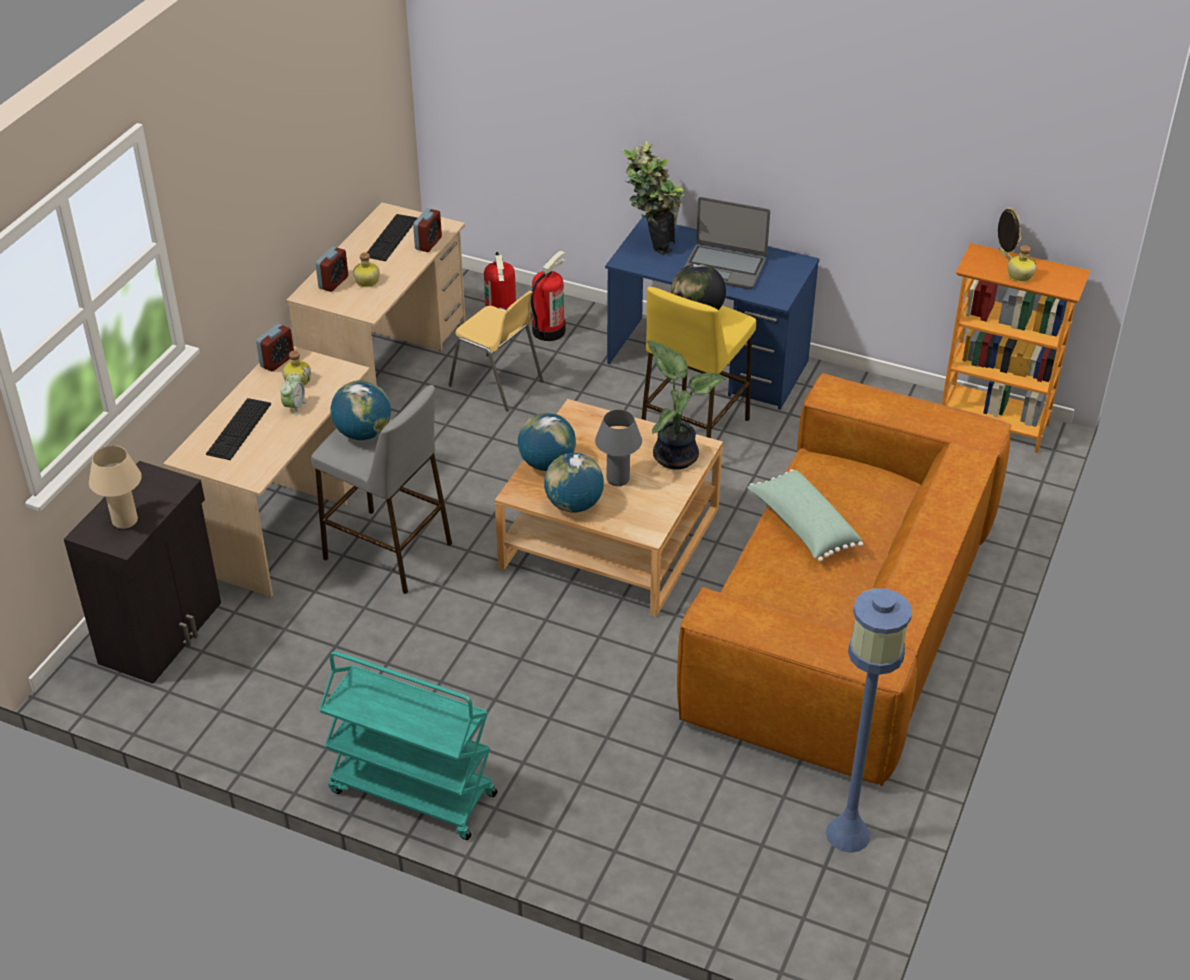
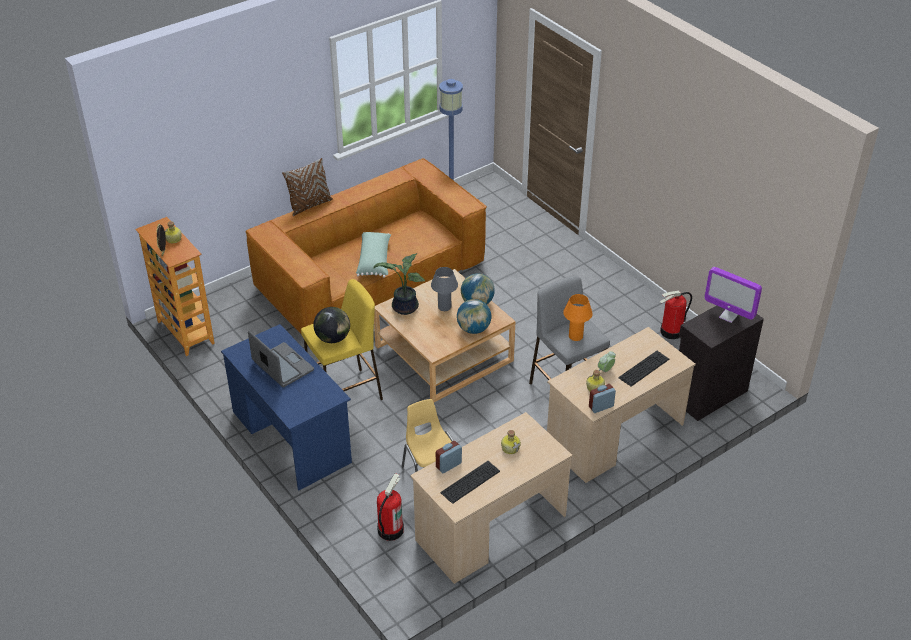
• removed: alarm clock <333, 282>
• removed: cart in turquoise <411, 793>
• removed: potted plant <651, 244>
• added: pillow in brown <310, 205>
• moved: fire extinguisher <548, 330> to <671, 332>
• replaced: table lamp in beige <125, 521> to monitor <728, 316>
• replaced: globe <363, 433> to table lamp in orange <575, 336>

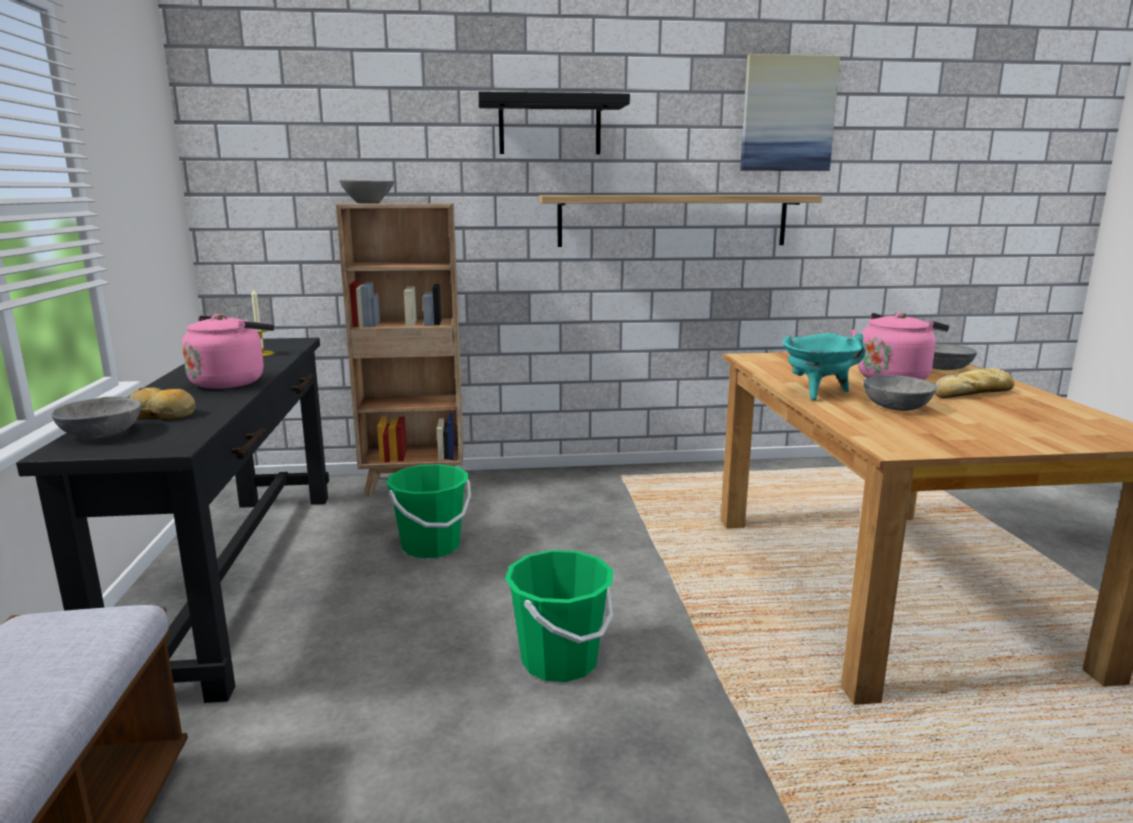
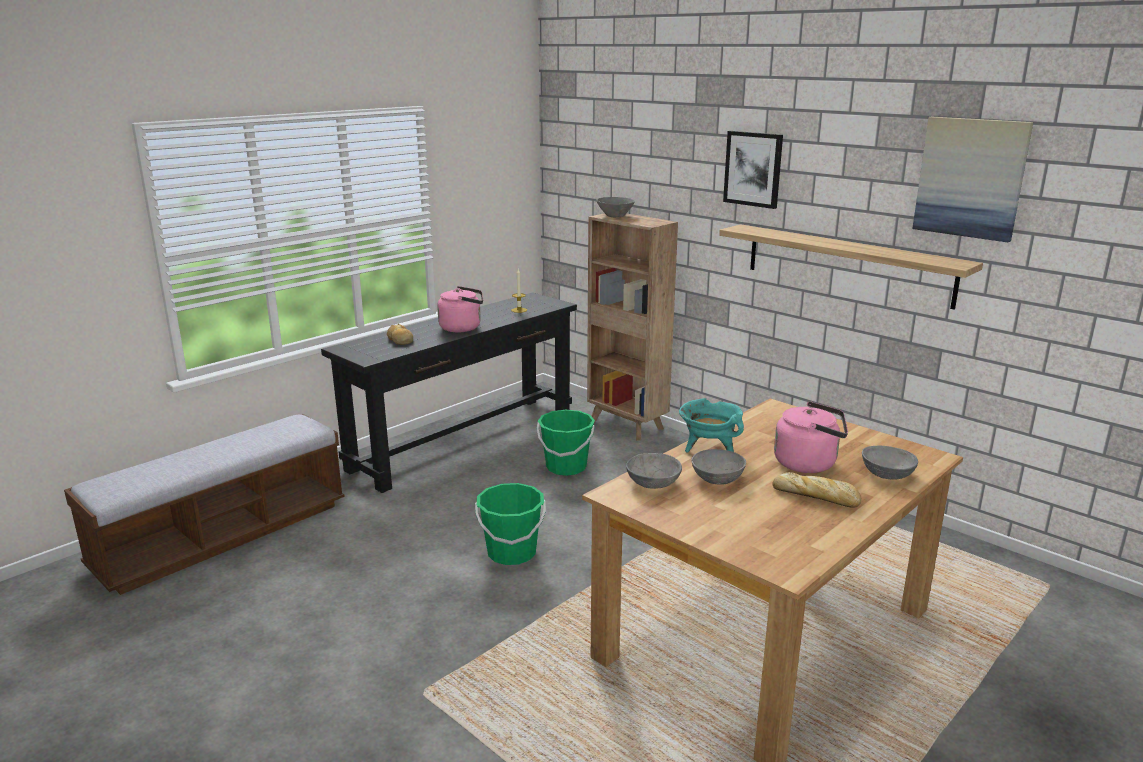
• moved: bowl in grey <101, 434> to <652, 483>
• replaced: shelf in black <550, 126> to picture <753, 169>

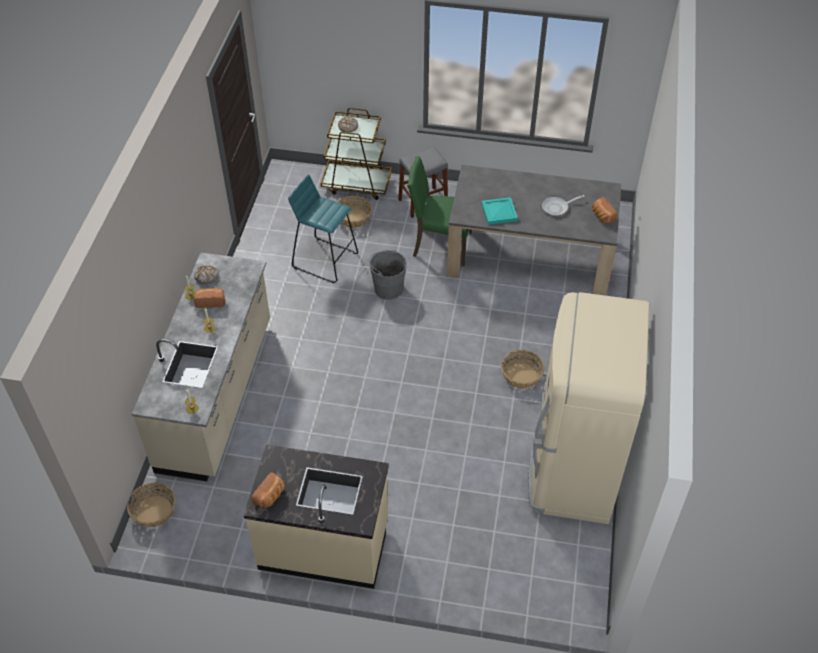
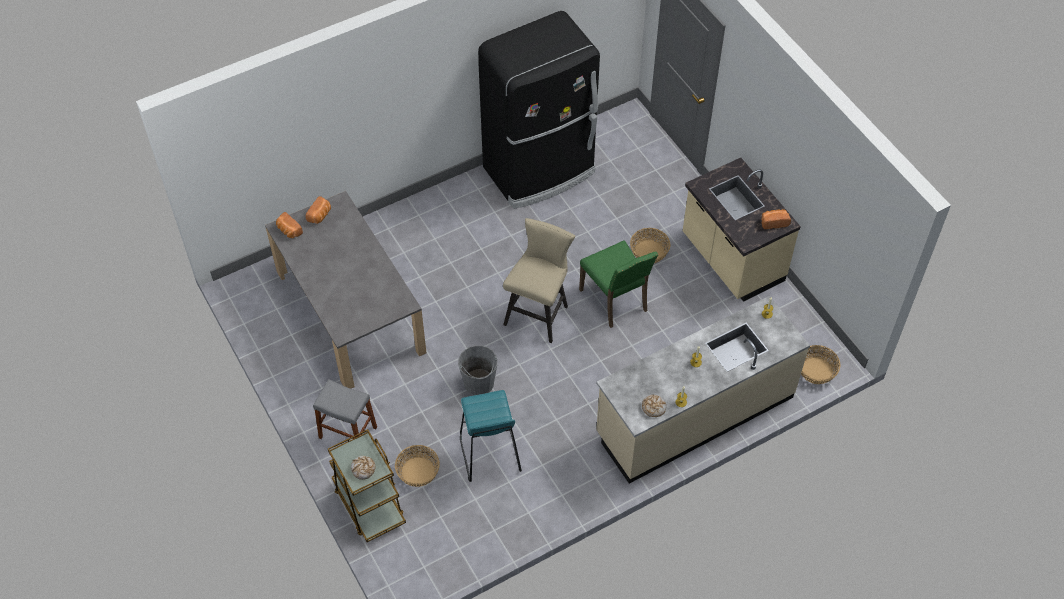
• removed: tray in turquoise <499, 212>
• removed: frying pan <557, 208>
• added: stool in beige <539, 313>
• moved: bread <211, 301> to <288, 231>
• moved: chair in green <440, 245> to <615, 300>
• moved: basket <521, 376> to <649, 252>
• recoloured: fridge in beige <571, 470> to fridge in black <540, 171>

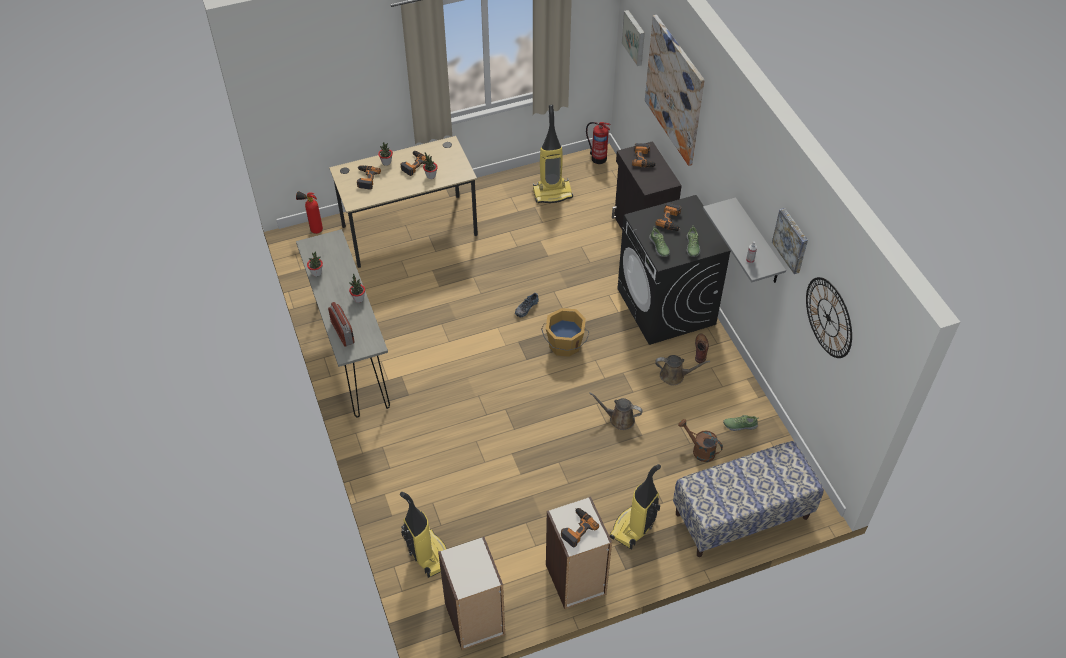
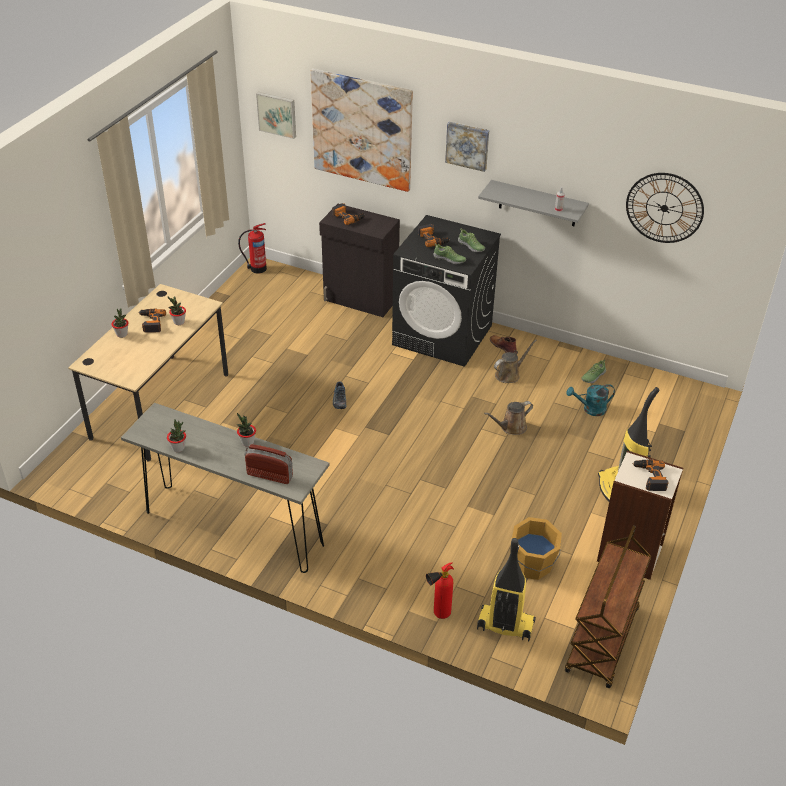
• removed: power drill <366, 179>
• removed: vacuum cleaner <552, 193>
• removed: bench <741, 516>
• moved: fire extinguisher <314, 230> to <438, 615>
• moved: bucket in orange <564, 345> to <532, 565>
• moved: picture <792, 240> to <467, 145>
• replaced: bookcase <475, 620> to cart in brown <602, 641>
• recoloured: watering can in brown <699, 450> to watering can in turquoise <590, 409>

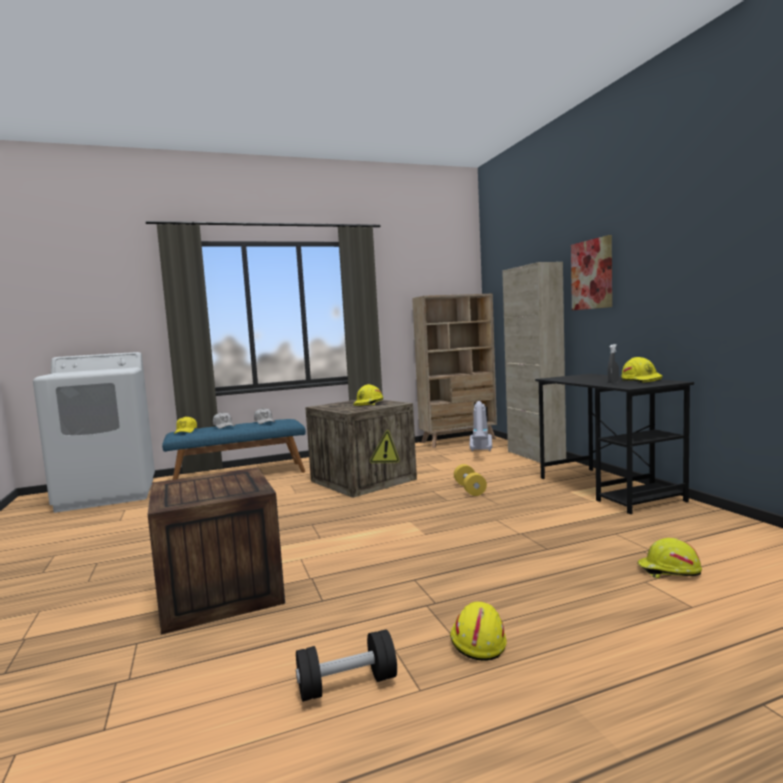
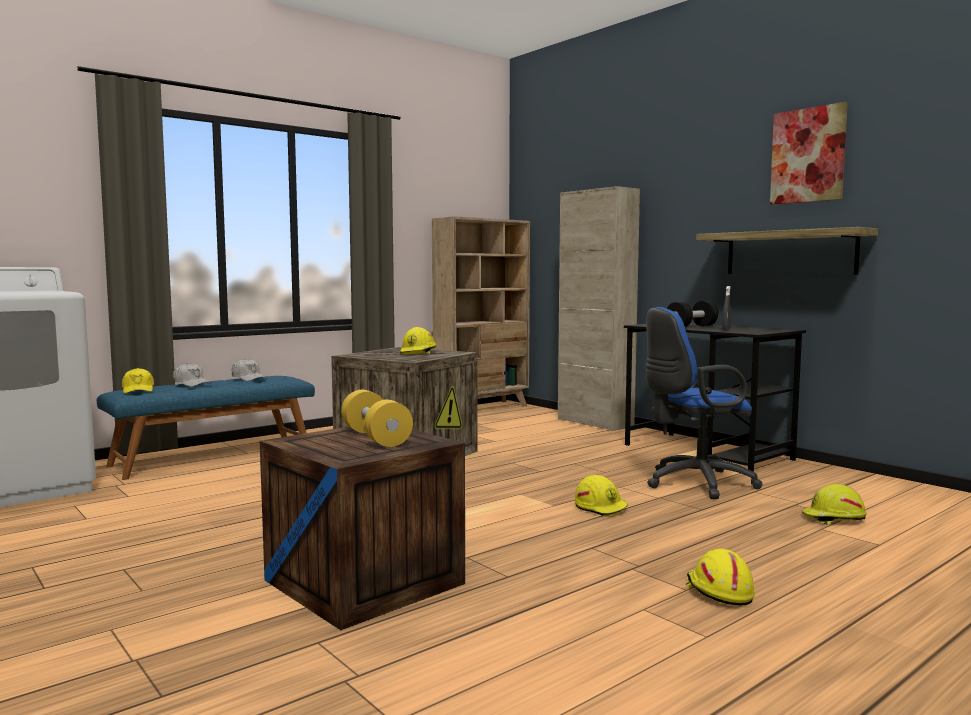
• removed: vacuum cleaner <481, 451>
• added: office chair in blue <694, 483>
• added: shelf <790, 253>
• moved: dumbbell in black <347, 685> to <691, 326>
• moved: dumbbell in yellow <470, 489> to <376, 438>
• moved: picture <592, 274> to <808, 155>
• moved: hard hat in yellow <641, 380> to <601, 507>

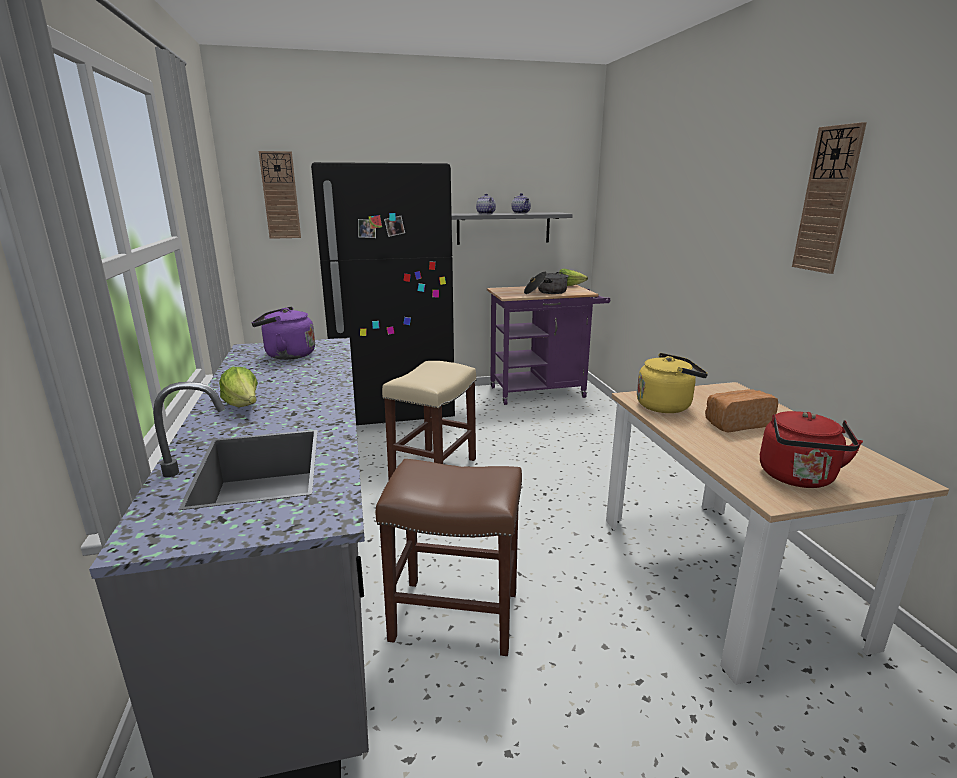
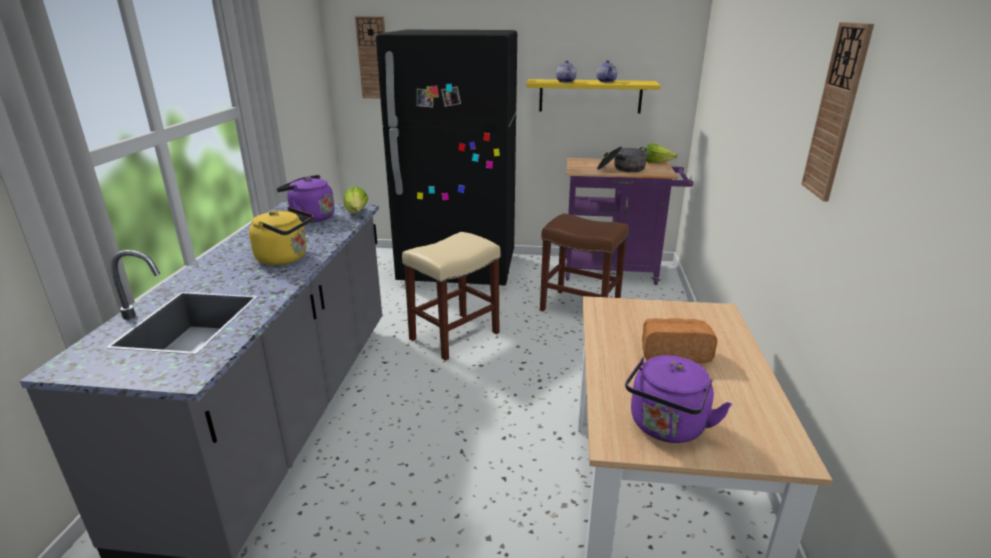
• moved: lettuce <244, 406> to <357, 213>
• moved: stool in brown <457, 615> to <581, 307>
• moved: kettle in yellow <666, 406> to <285, 258>
• recoloured: shelf in grey <503, 228> to shelf in yellow <590, 96>
• recoloured: kettle in red <798, 478> to kettle in purple <666, 428>

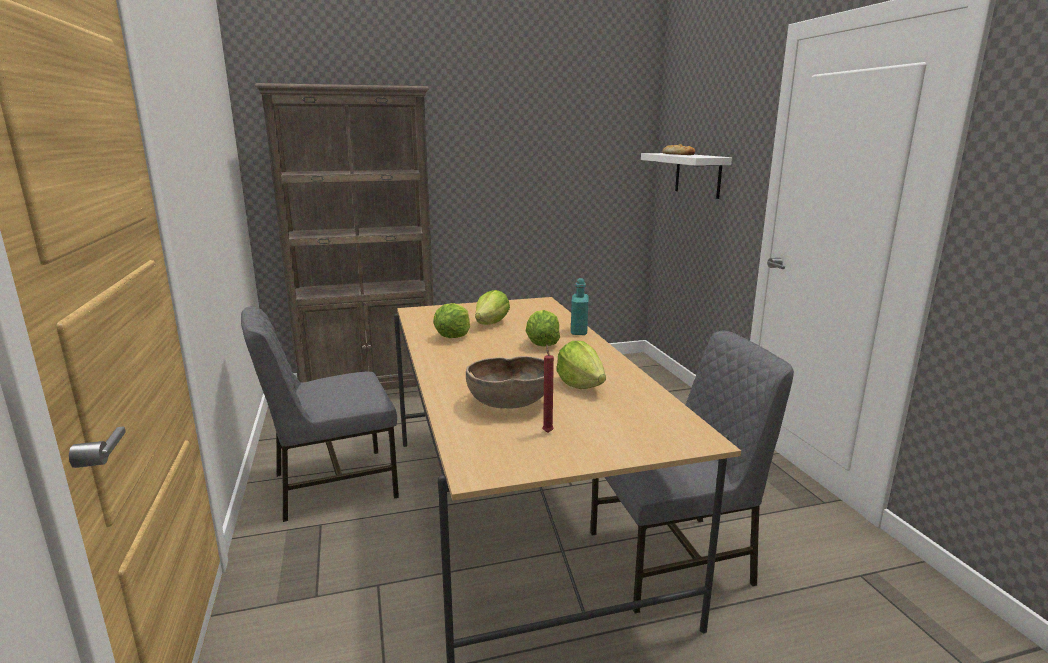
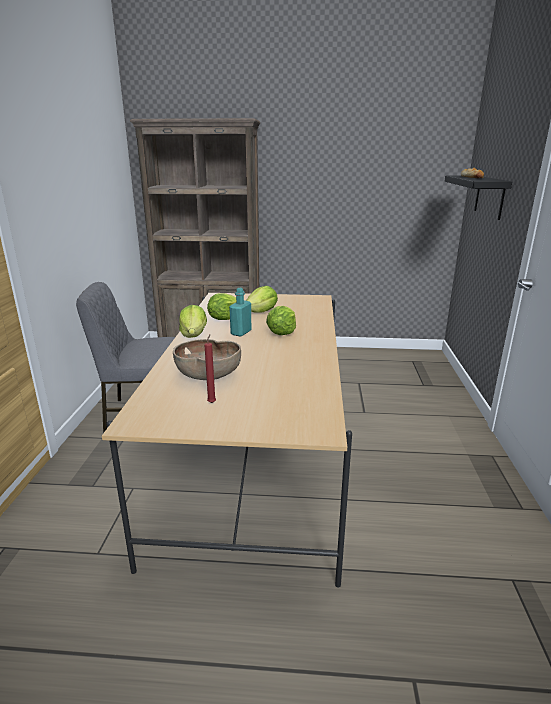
• removed: chair in grey <673, 559>
• moved: lettuce <580, 384> to <194, 335>
• moved: bottle in turquoise <579, 331> to <241, 332>
• recoloured: shelf in white <698, 175> to shelf in black <489, 196>

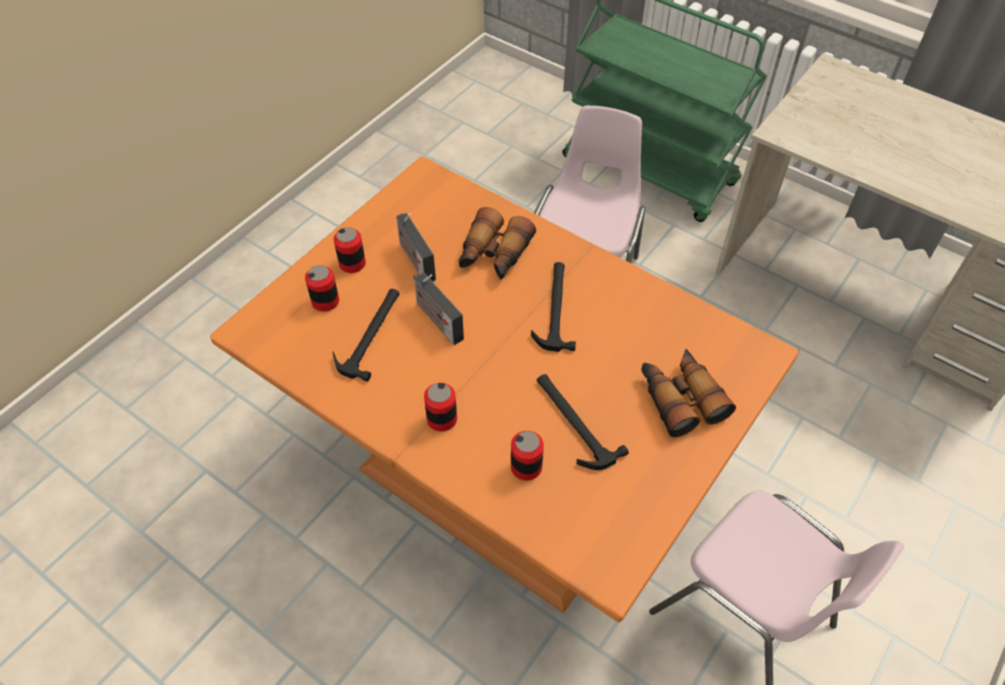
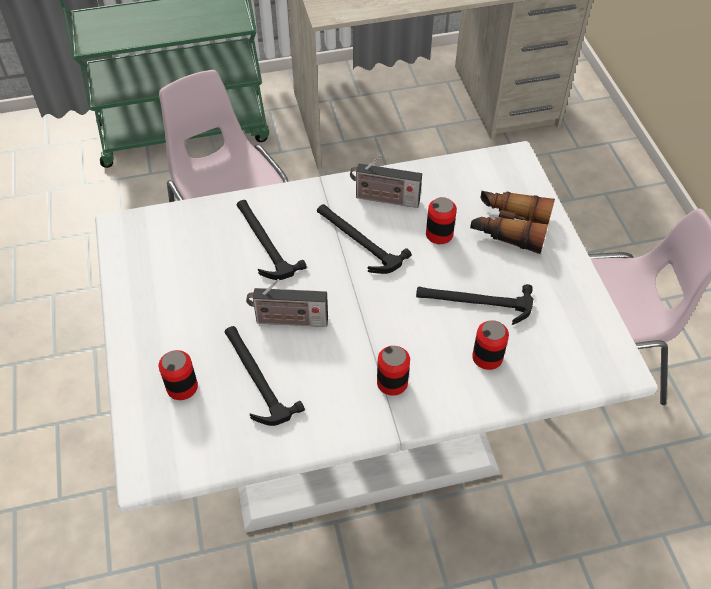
• moved: can <352, 264> to <439, 234>
• moved: radio <415, 259> to <384, 199>
• replaced: binoculars <493, 255> to hammer <263, 241>
• recoloured: dining table in orange <502, 480> to dining table in white <355, 433>

